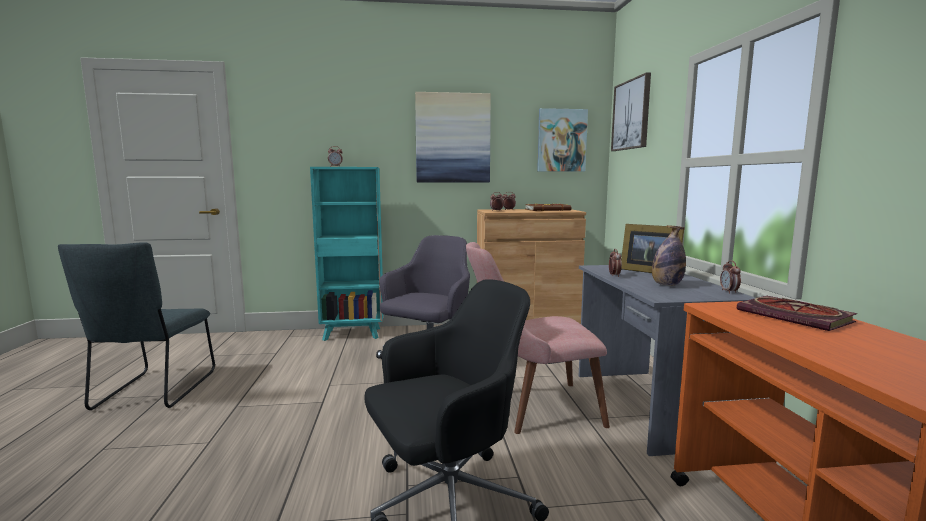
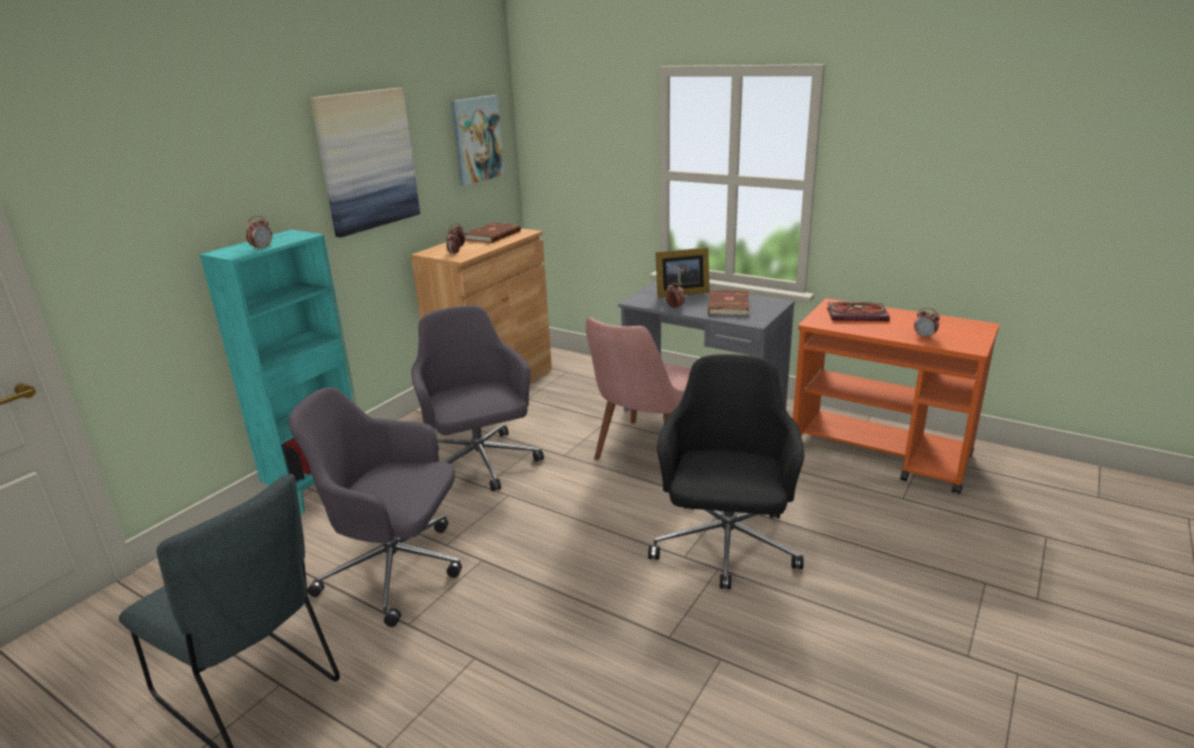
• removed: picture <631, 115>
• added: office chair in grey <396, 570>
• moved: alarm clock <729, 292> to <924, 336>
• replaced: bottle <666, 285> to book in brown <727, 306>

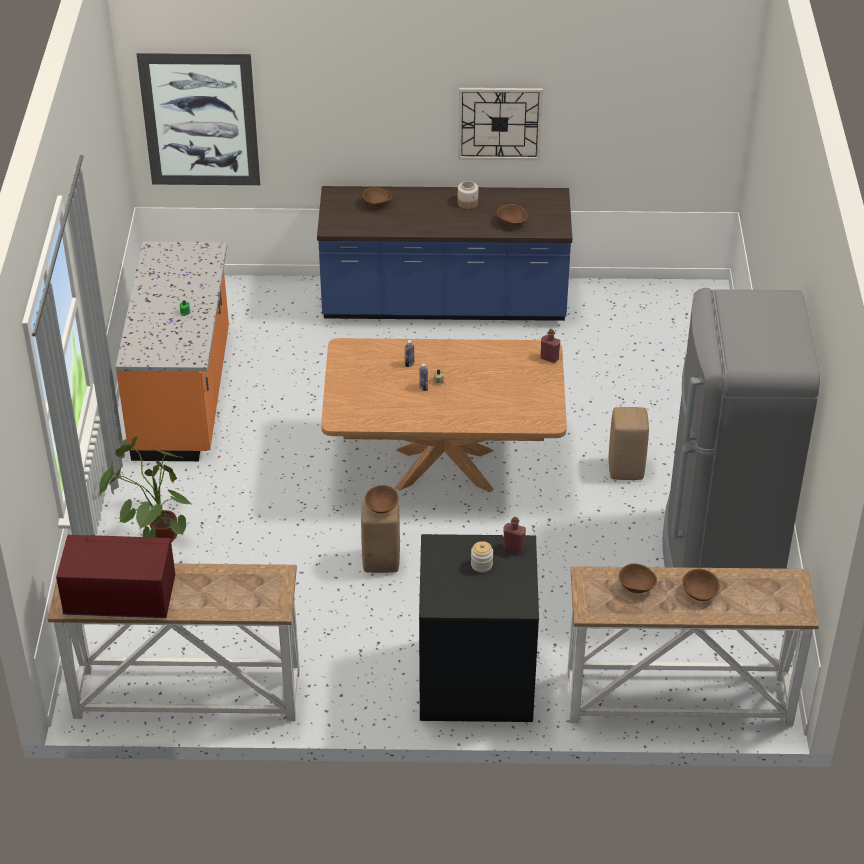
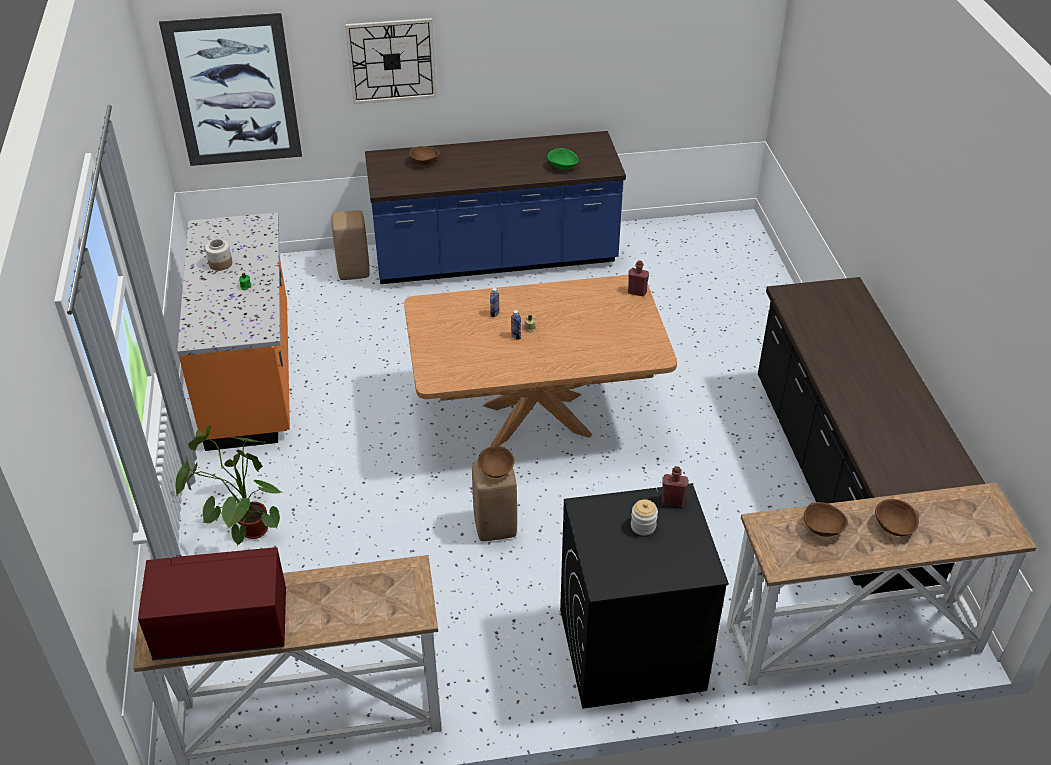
• moved: wall clock <499, 123> to <391, 60>
• moved: jar <468, 203> to <221, 264>
• moved: stool in beige <626, 470> to <354, 272>
• replaced: fridge in grey <719, 558> to counter in black <840, 477>
• recoloured: bowl in brown <512, 223> to bowl in green <562, 167>

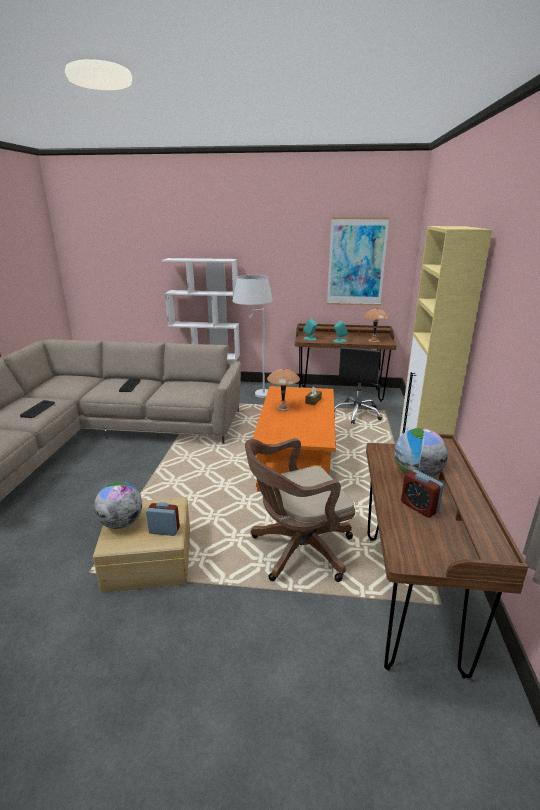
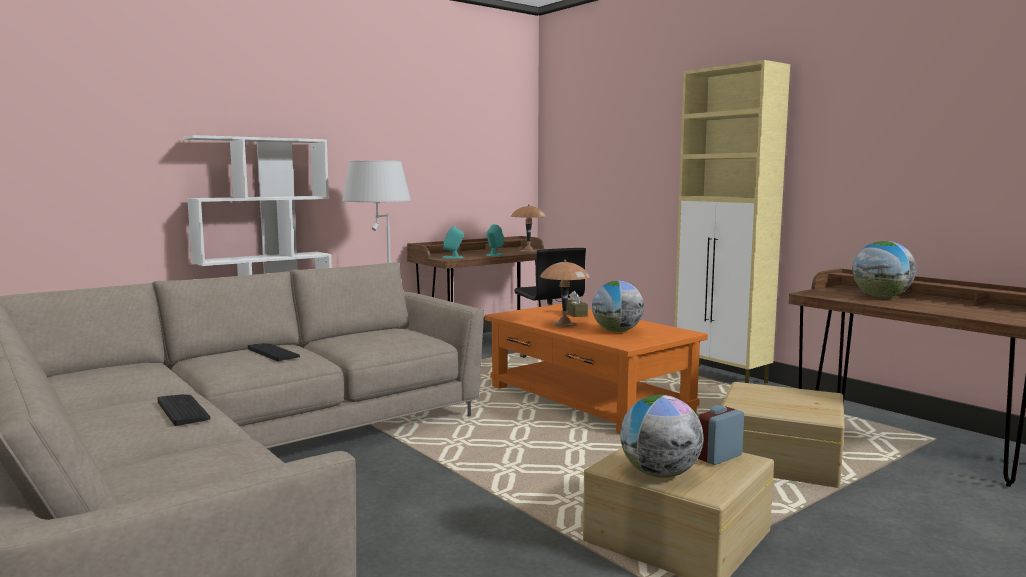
• removed: picture <356, 262>
• removed: alarm clock <419, 507>
• added: globe <617, 331>
• replaced: office chair in brown <297, 550> to storage box in beige <778, 458>

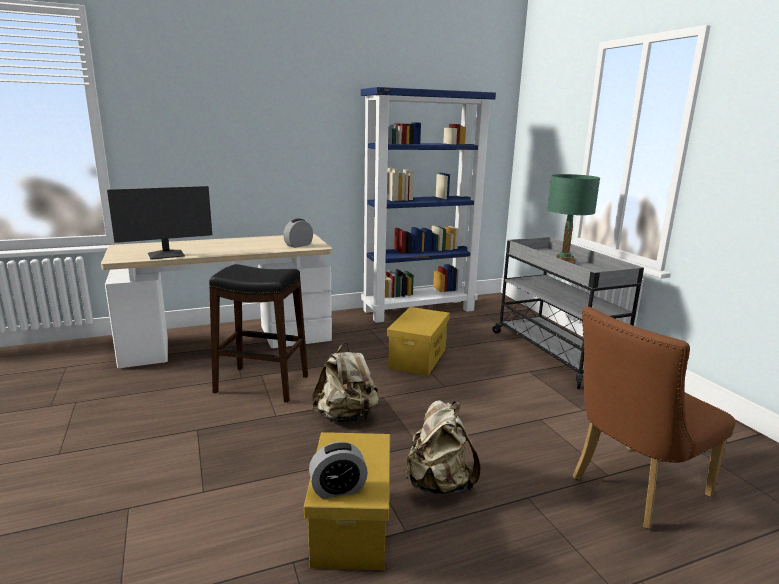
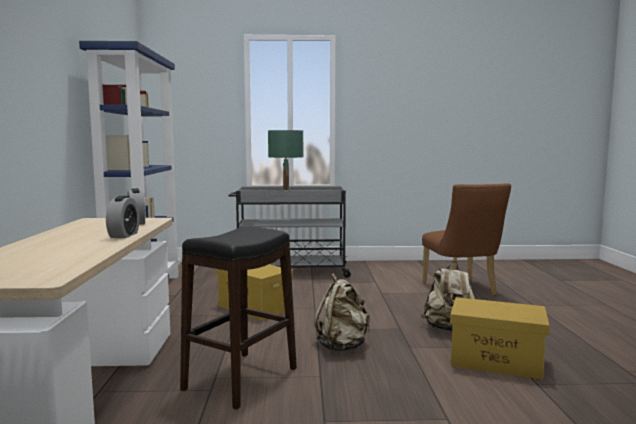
• removed: monitor <166, 255>
• moved: alarm clock <338, 489> to <124, 235>

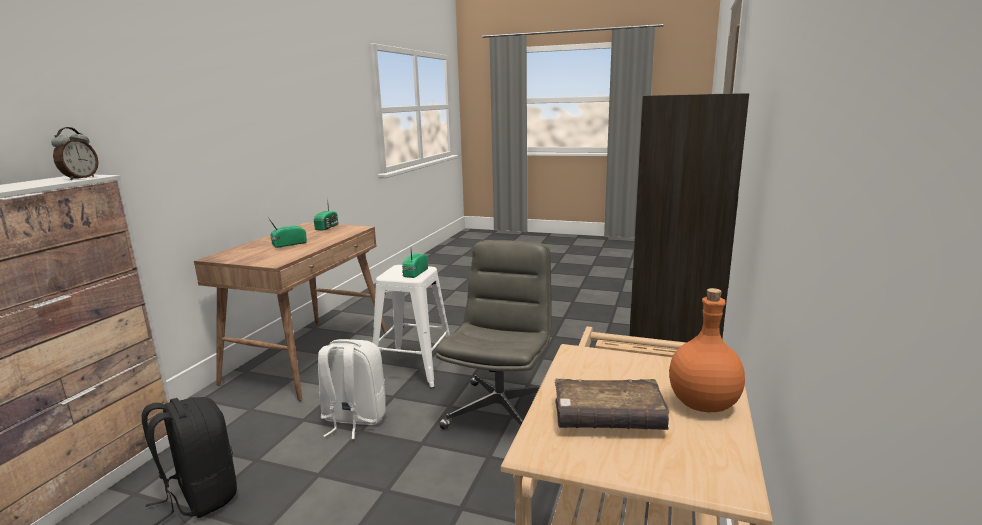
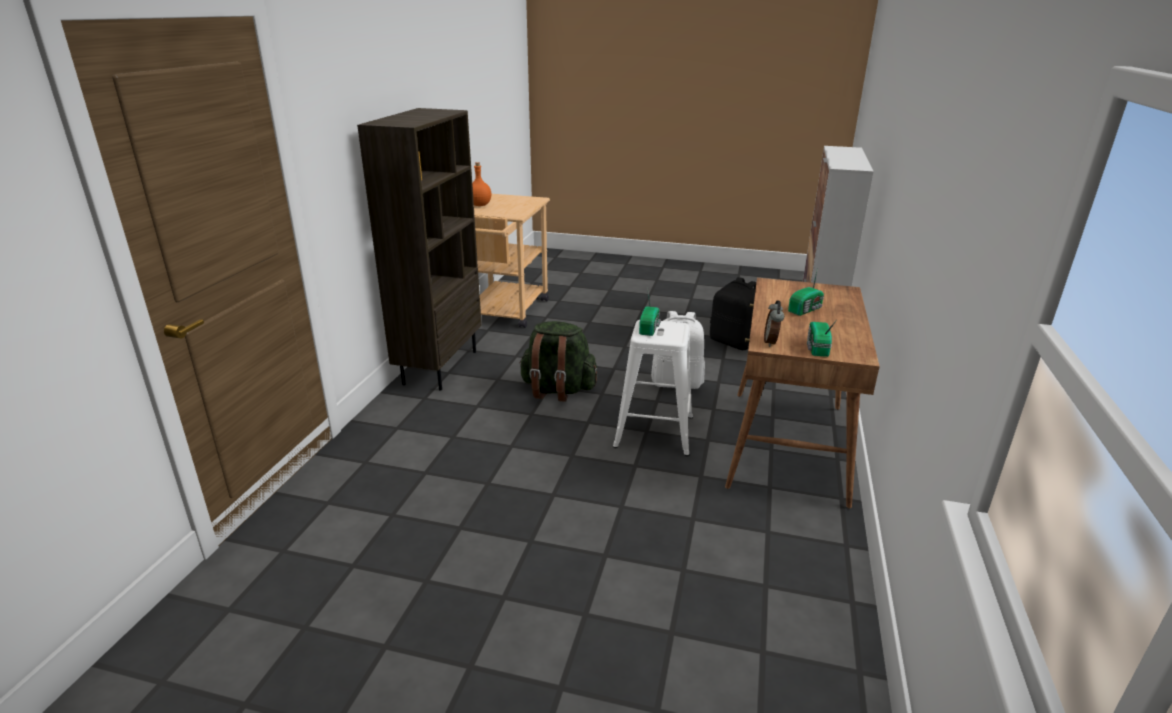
• removed: book in brown <607, 418>
• moved: alarm clock <80, 178> to <771, 342>
• replaced: office chair in grey <500, 411> to backpack in green <557, 390>

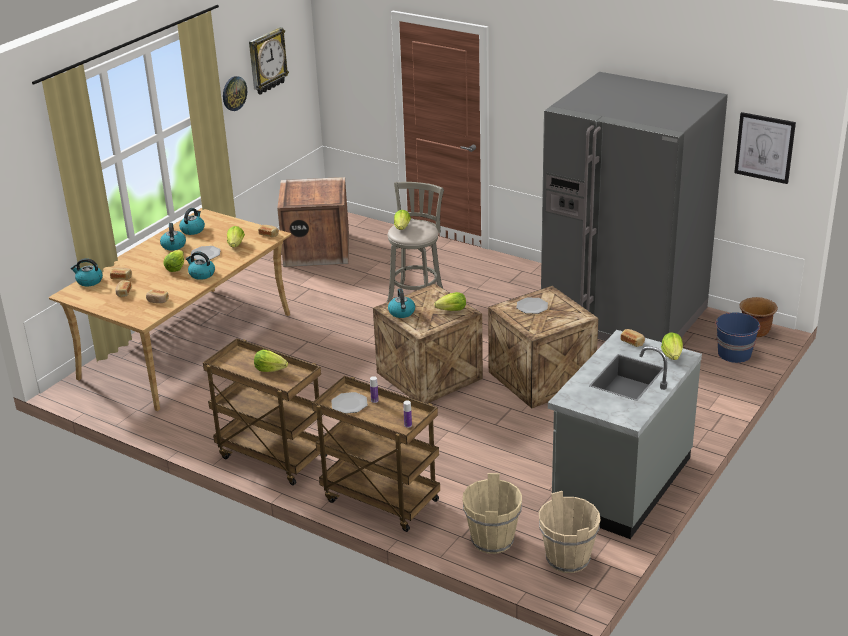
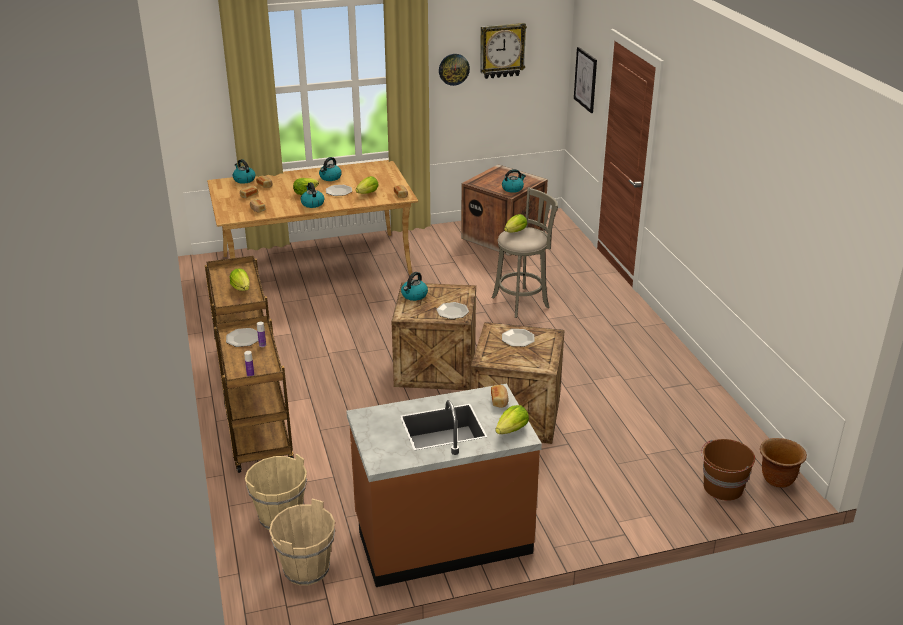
• removed: fridge in grey <624, 316>
• moved: kettle <193, 230> to <513, 189>
• moved: picture <764, 147> to <586, 79>
• replaced: lettuce <452, 310> to plate <452, 311>
• recoloured: counter in grey <620, 482> to counter in brown <442, 536>
• recoloured: bucket in blue <734, 354> to bucket in brown <722, 488>

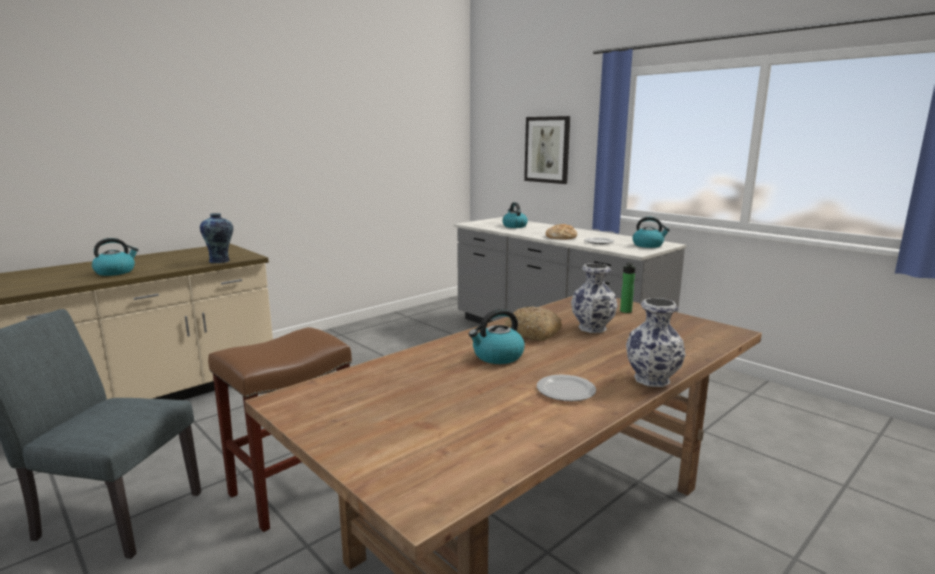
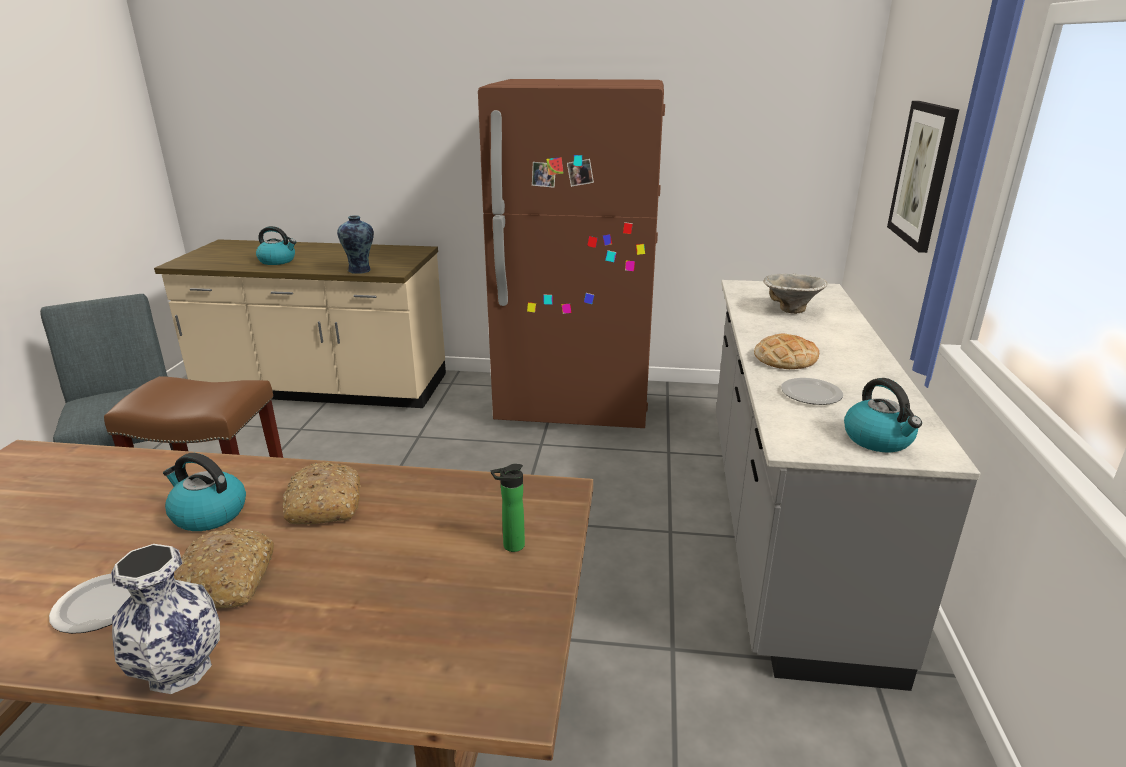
• removed: vase <591, 328>
• added: bread <227, 581>
• added: fridge in brown <575, 403>
• replaced: kettle <514, 226> to bowl <790, 310>

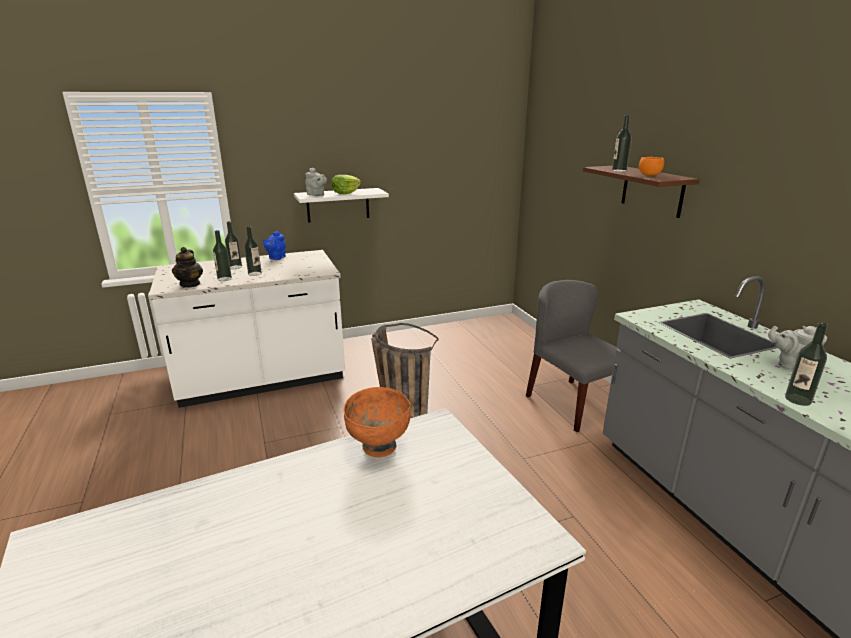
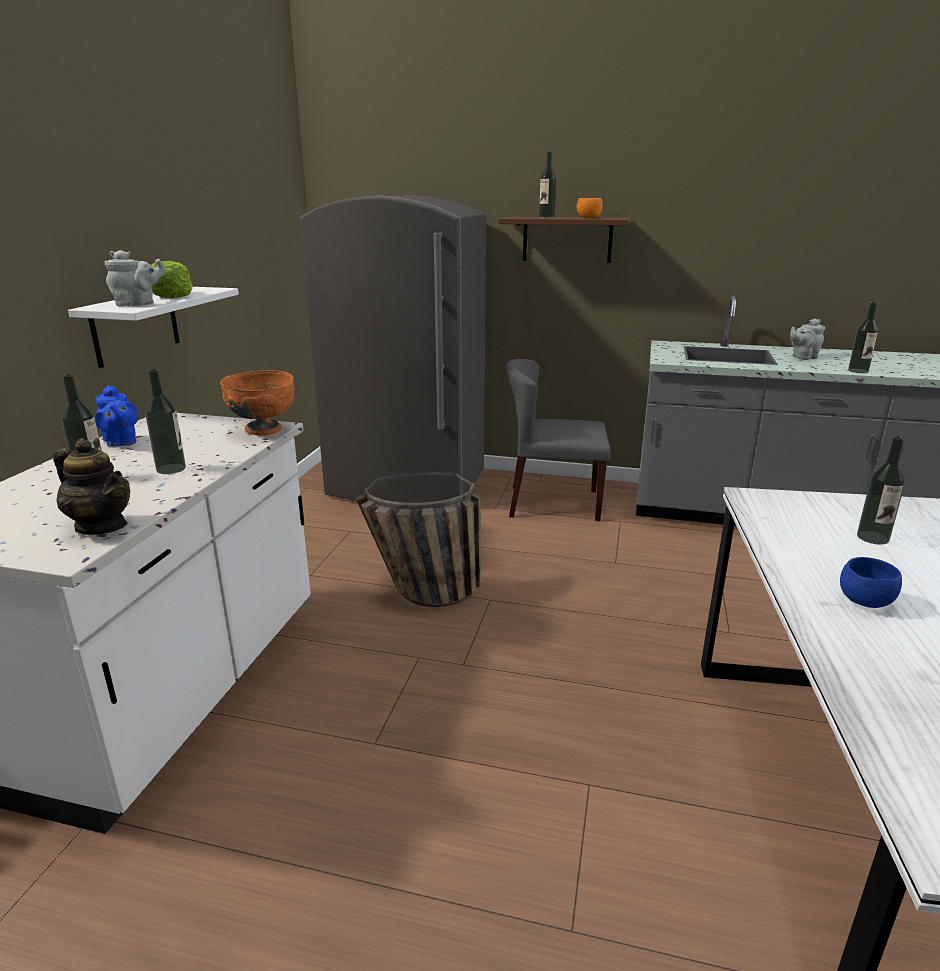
• added: fridge in grey <407, 485>
• added: bowl in blue <864, 601>
• moved: bottle <224, 279> to <872, 538>
• moved: bowl in orange <378, 447> to <263, 430>

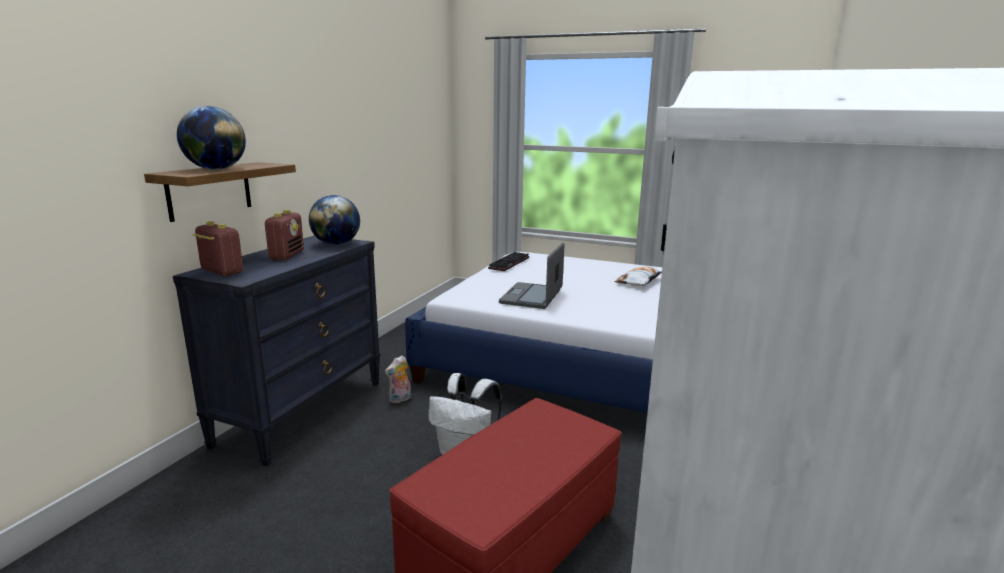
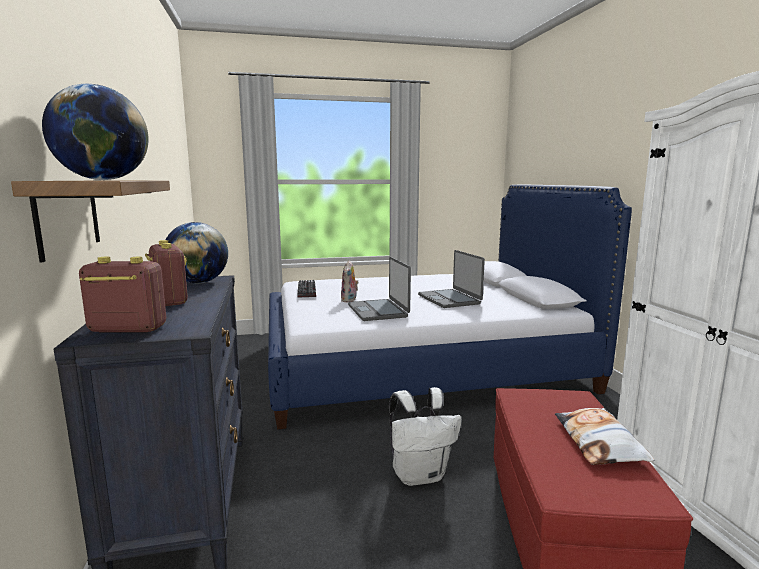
• added: laptop <449, 299>
• moved: plush toy <400, 399> to <349, 300>
• moved: pillow <639, 281> to <599, 442>

